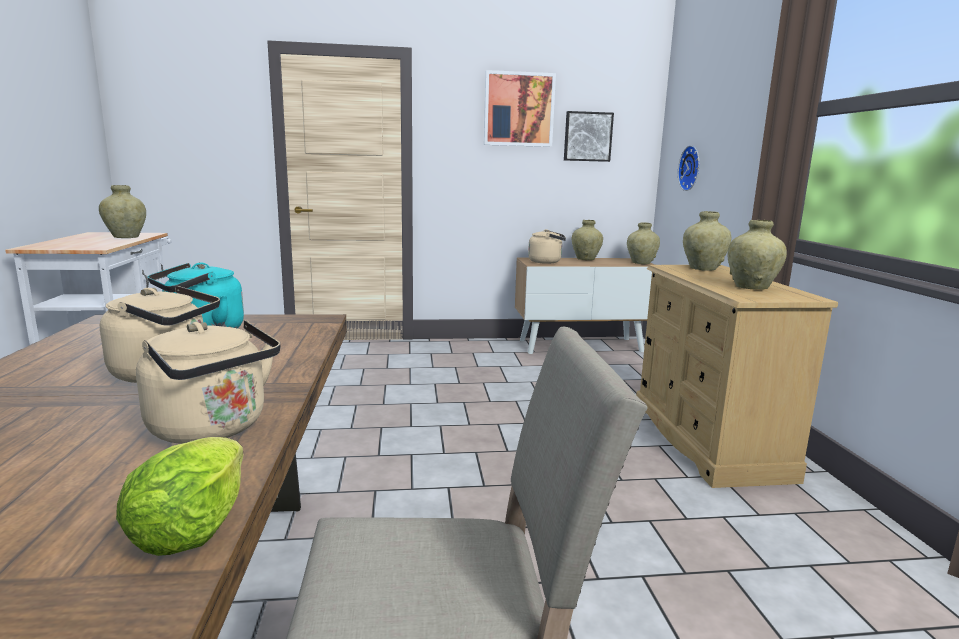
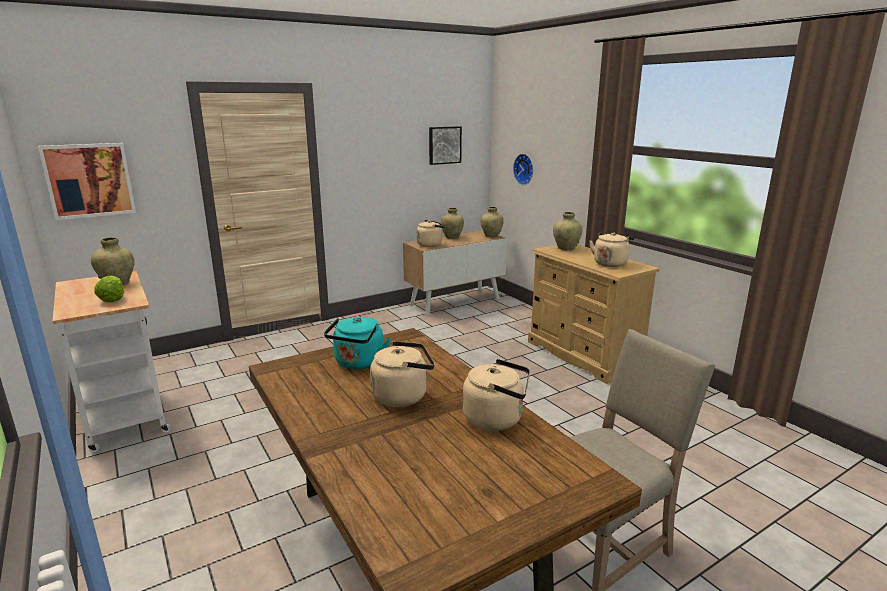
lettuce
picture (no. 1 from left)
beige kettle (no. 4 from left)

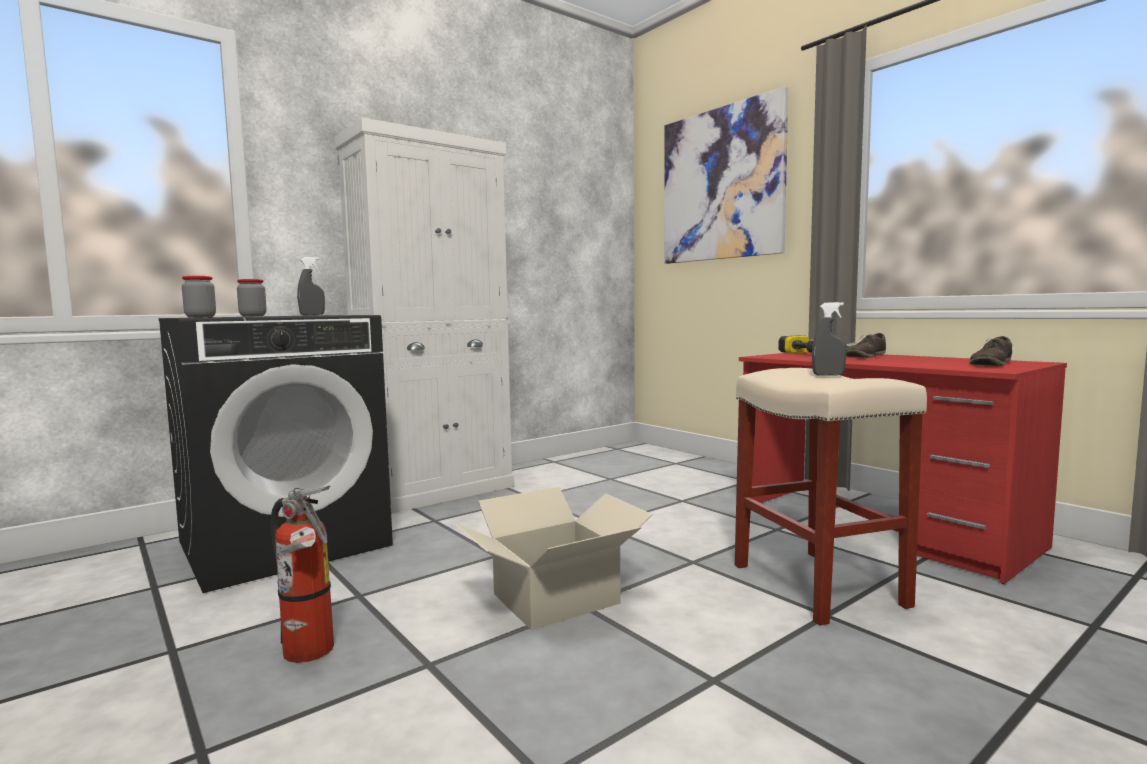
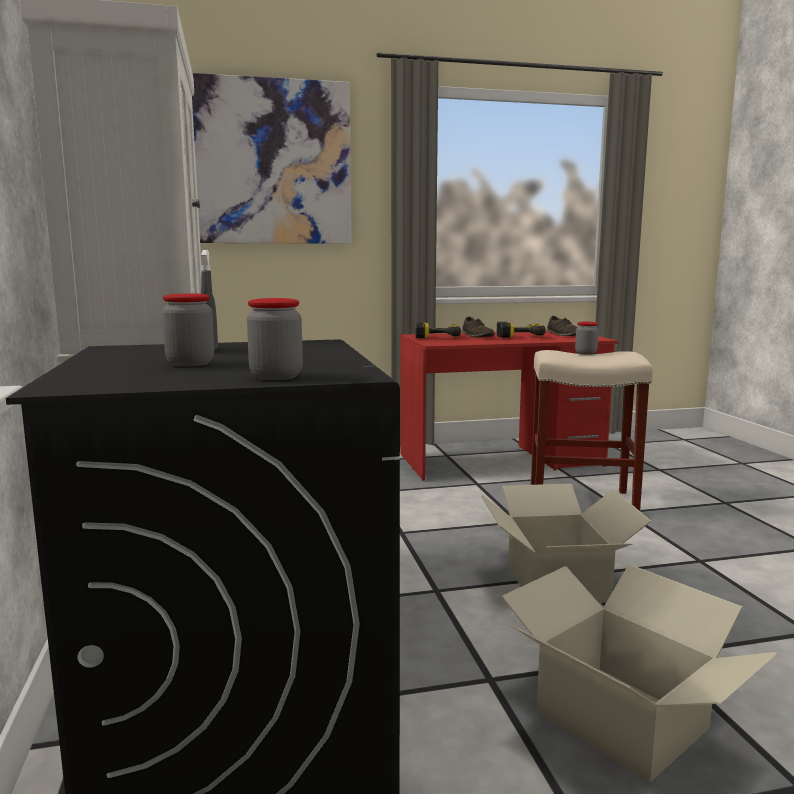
cardboard box (no. 2 from left)
jar (no. 3 from left)
power drill (no. 2 from left)

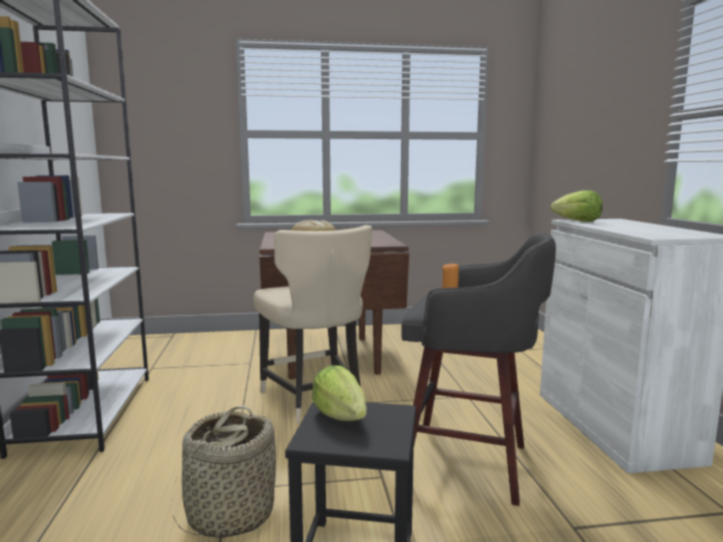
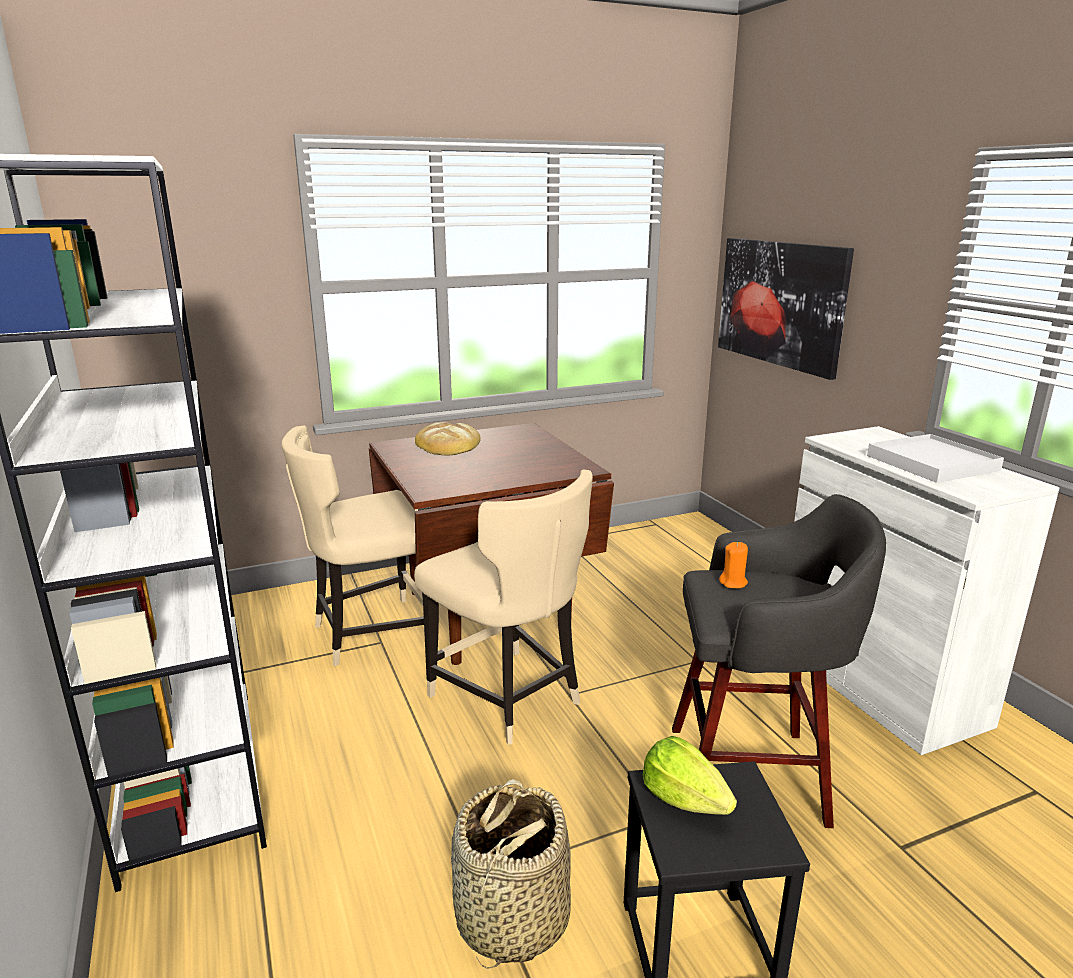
lettuce (no. 2 from left in the first image)
beige chair (no. 1 from left)
picture
white tray

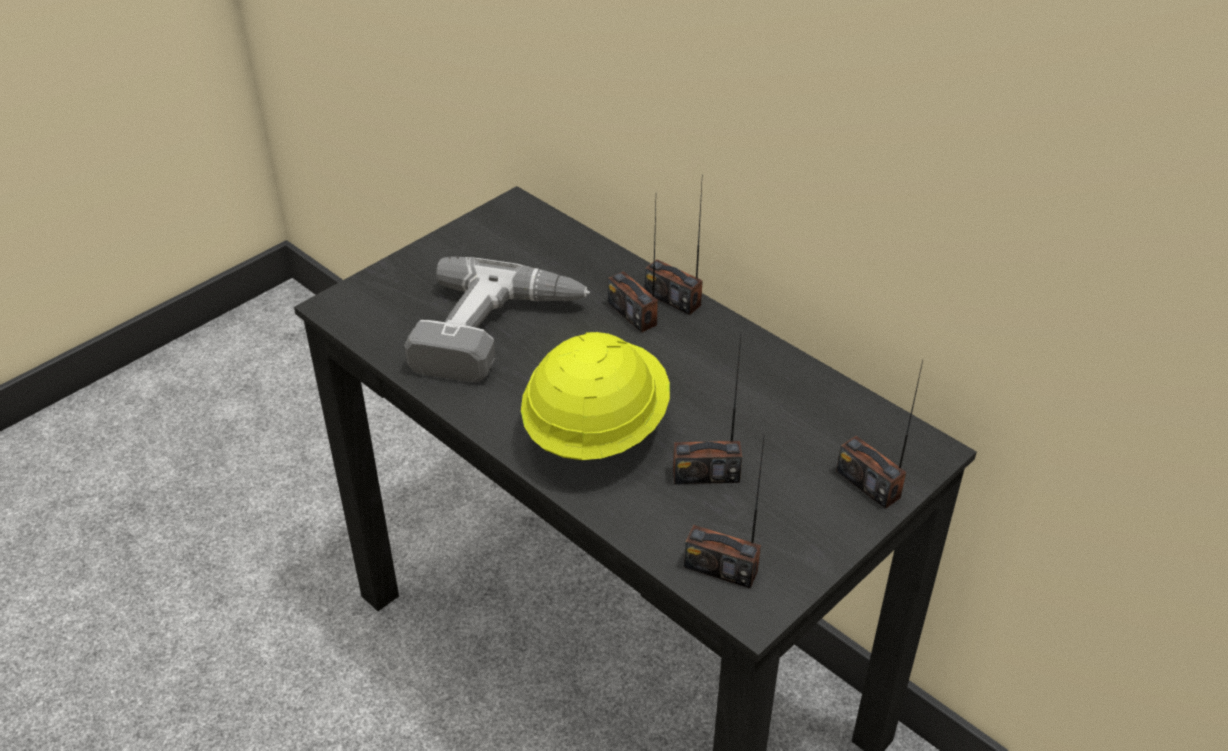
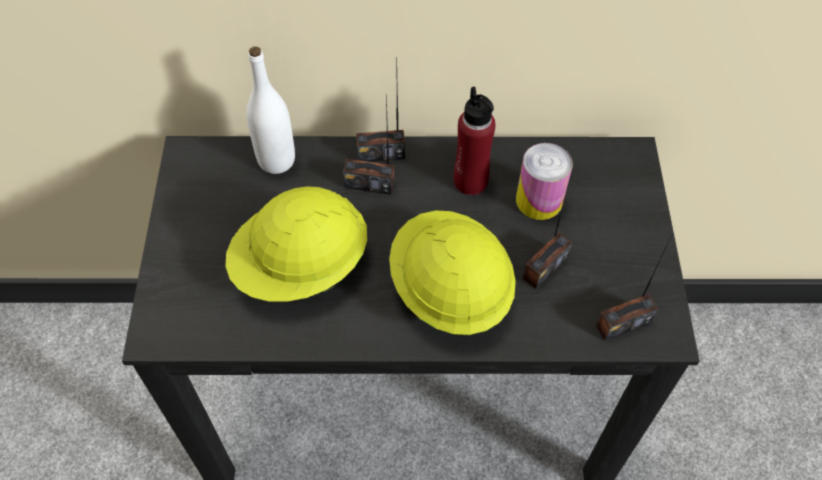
yellow hard hat (no. 1 from left)
radio (no. 5 from left in the first image)
white bottle
red bottle
can

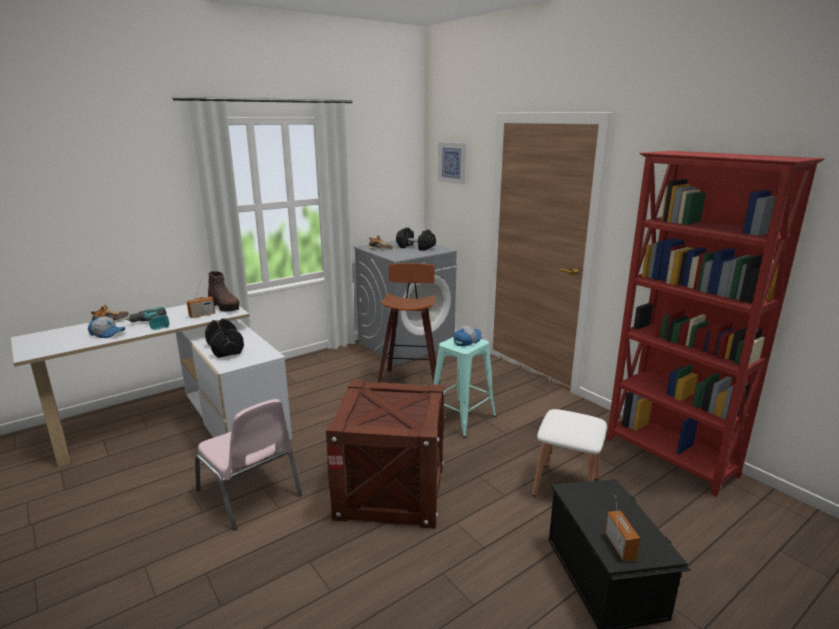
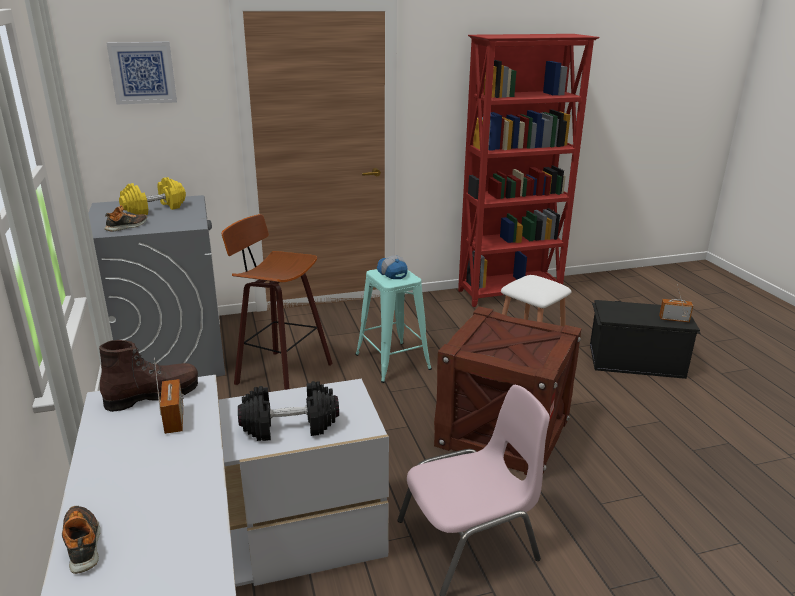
cap (no. 1 from left in the first image)
power drill
yellow dumbbell

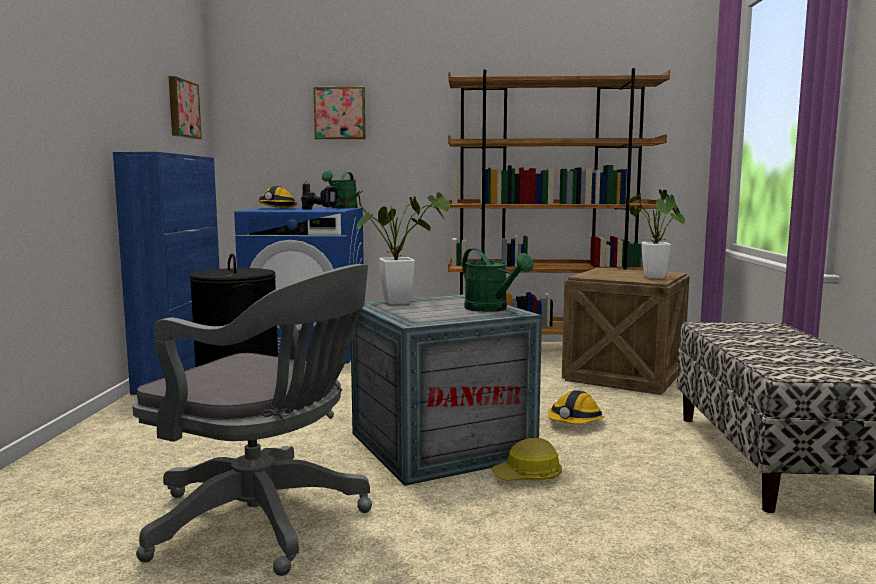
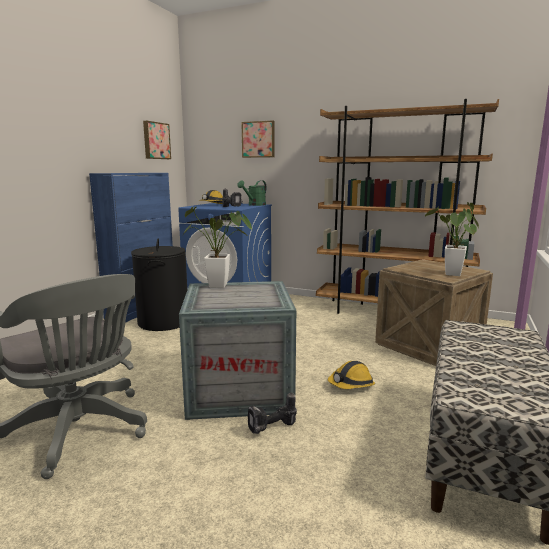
green watering can (no. 2 from left in the first image)
power drill (no. 2 from left)

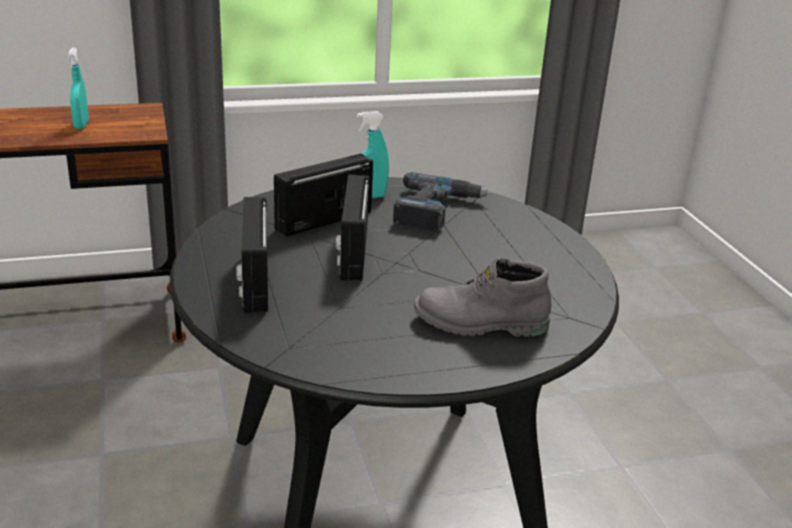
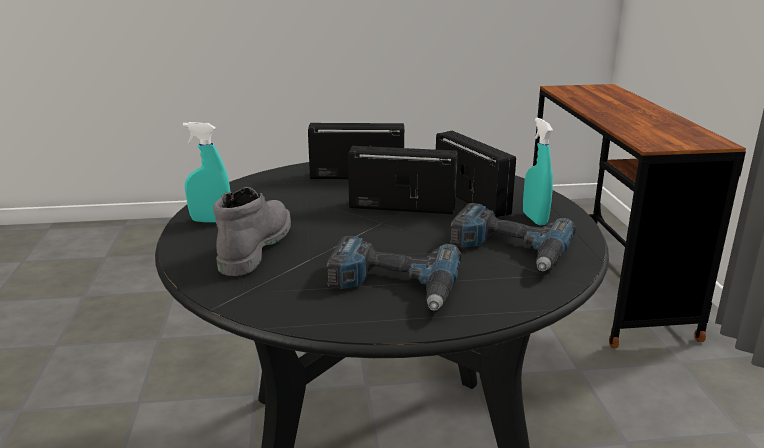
turquoise spray bottle (no. 1 from left)
power drill (no. 1 from left)

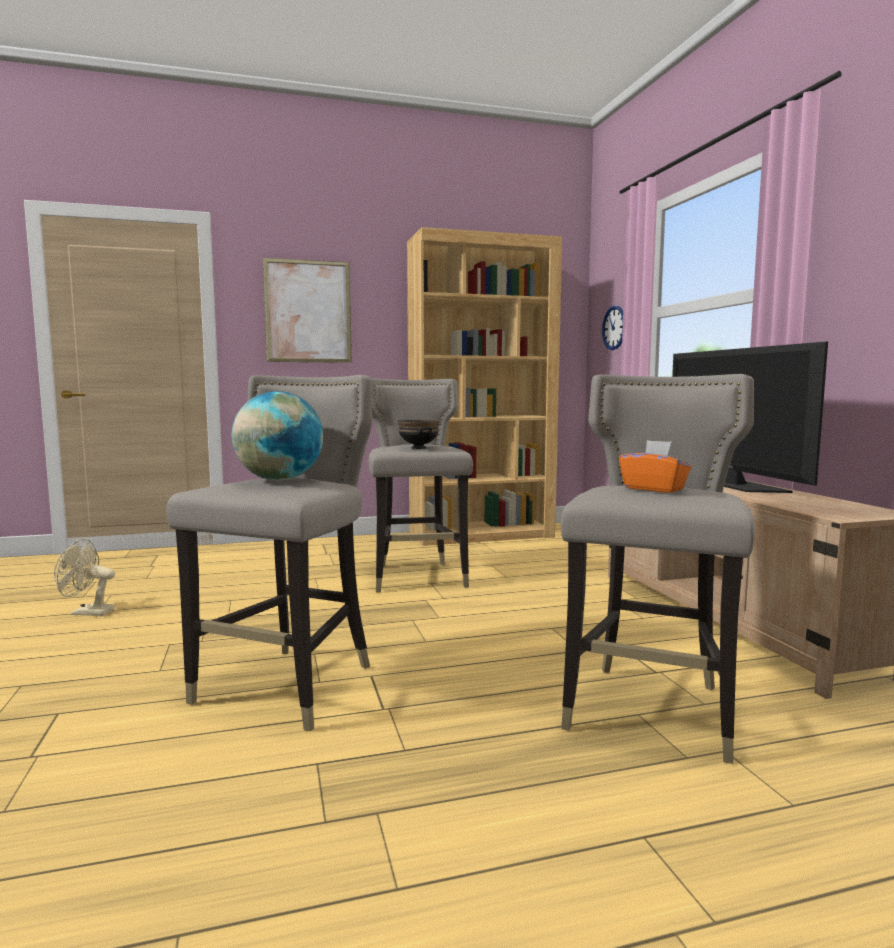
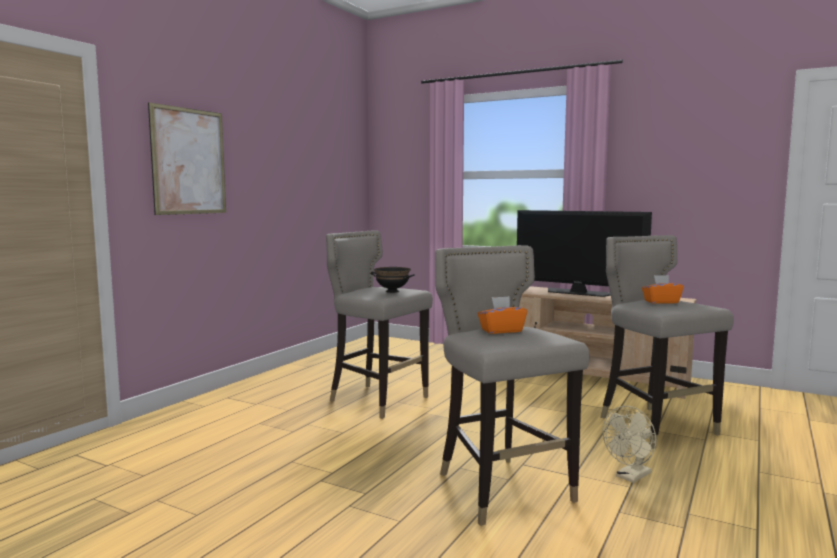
beige fan
orange tissue box (no. 1 from left)
brown bookcase
wall clock

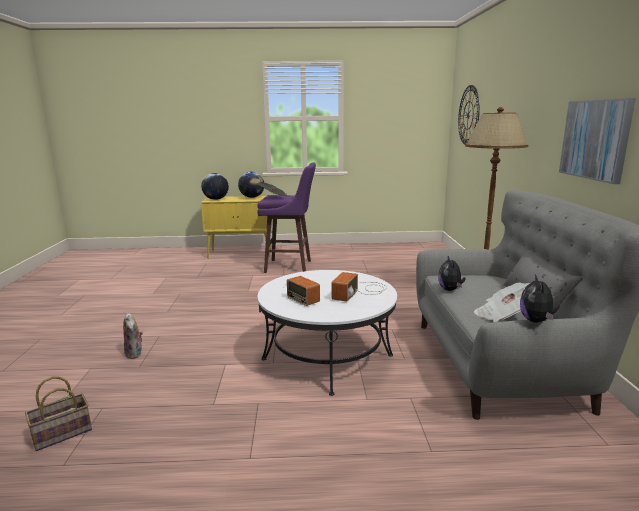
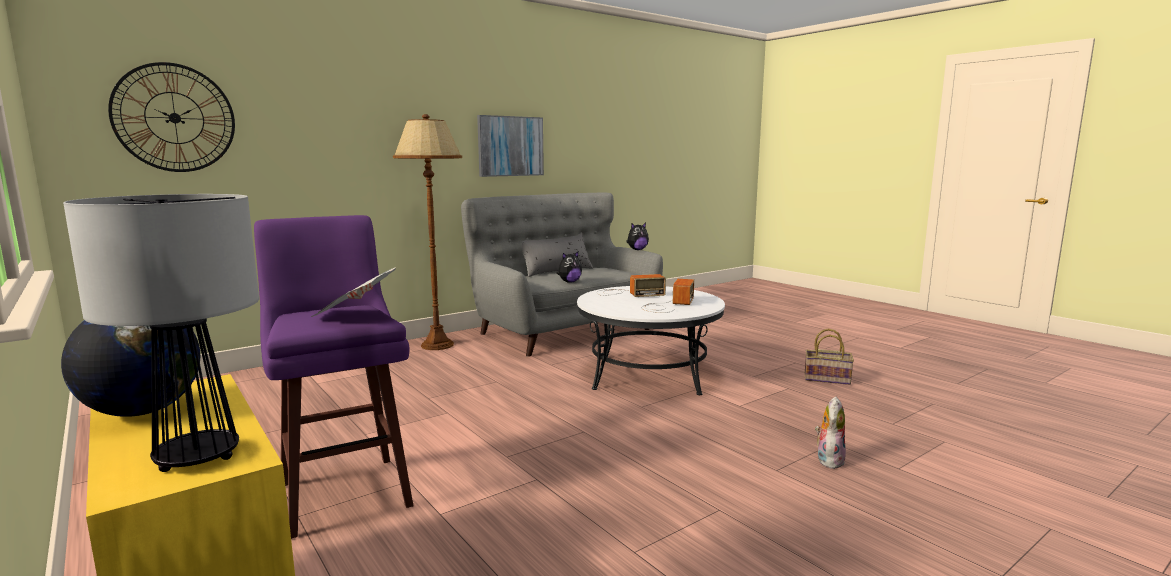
basket
table lamp
newspaper (no. 2 from left in the first image)

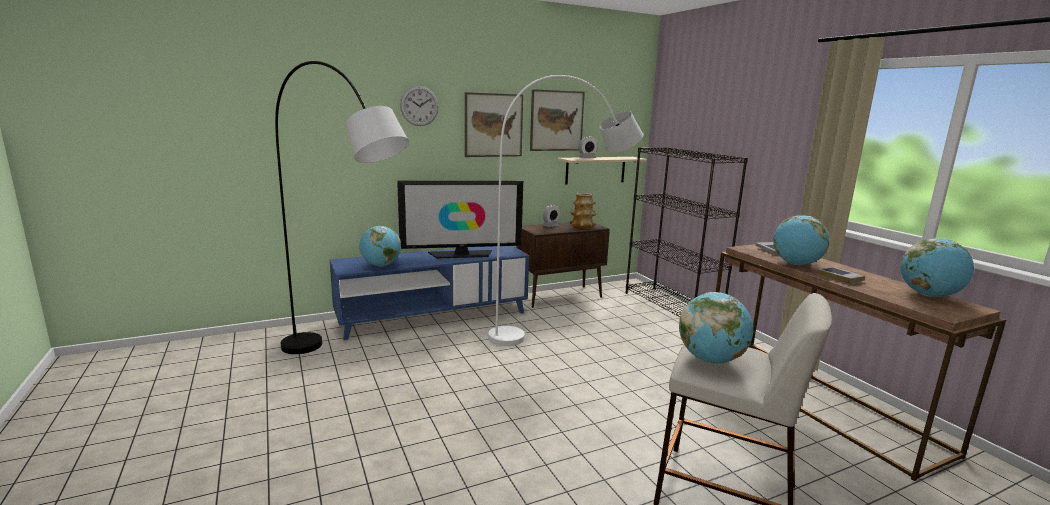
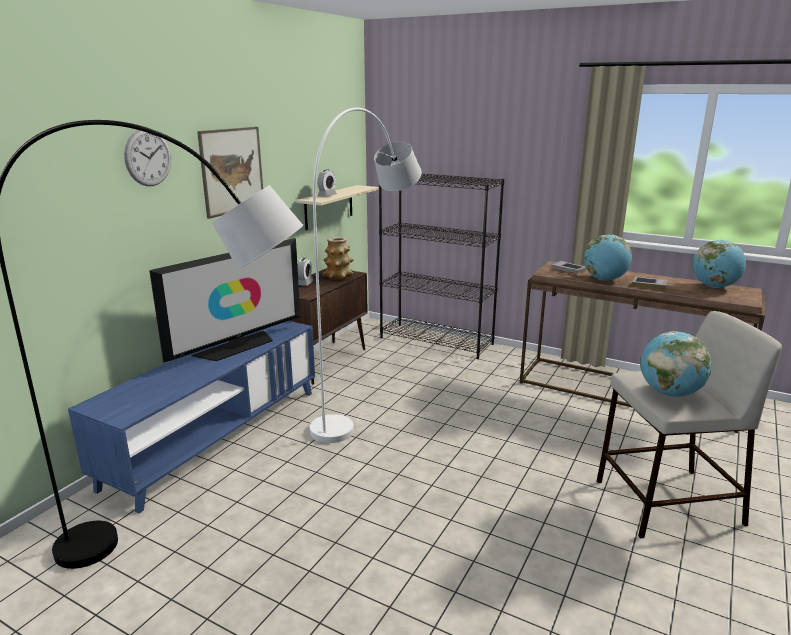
globe (no. 1 from left in the first image)
picture (no. 2 from left in the first image)

